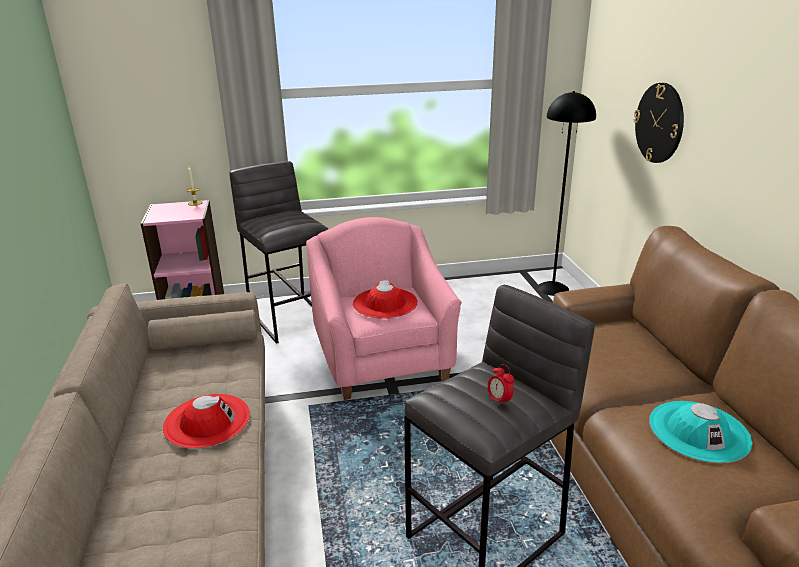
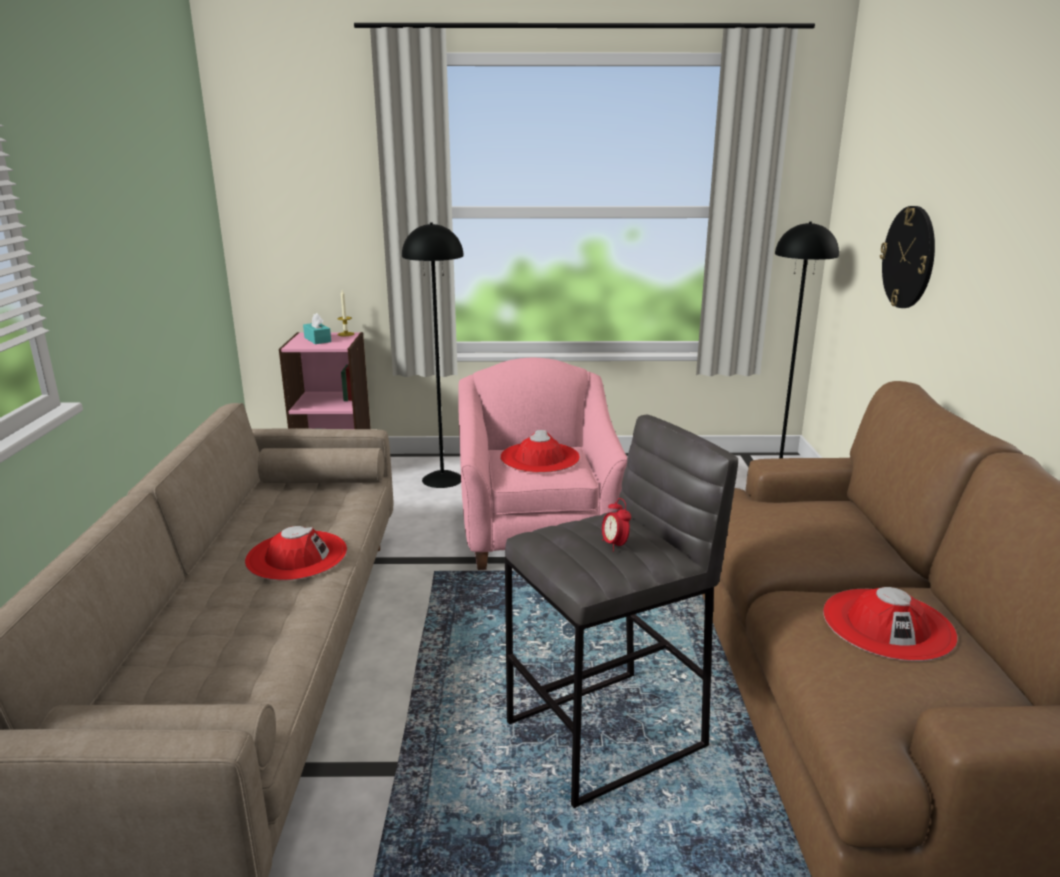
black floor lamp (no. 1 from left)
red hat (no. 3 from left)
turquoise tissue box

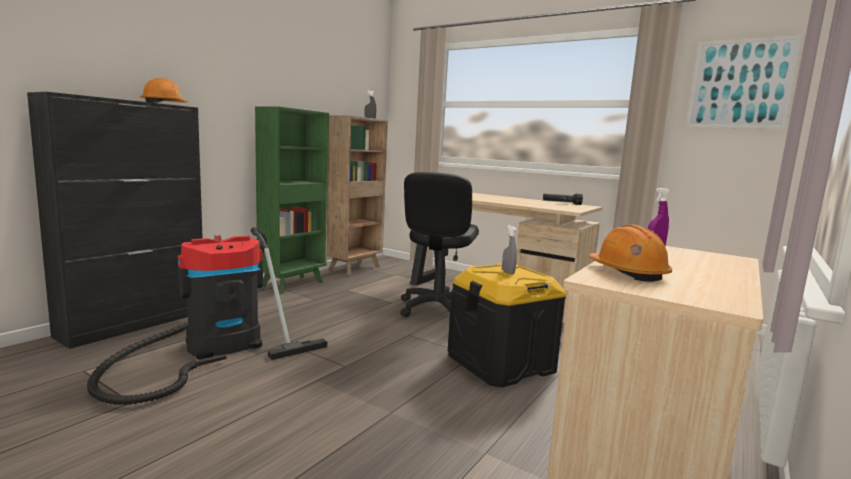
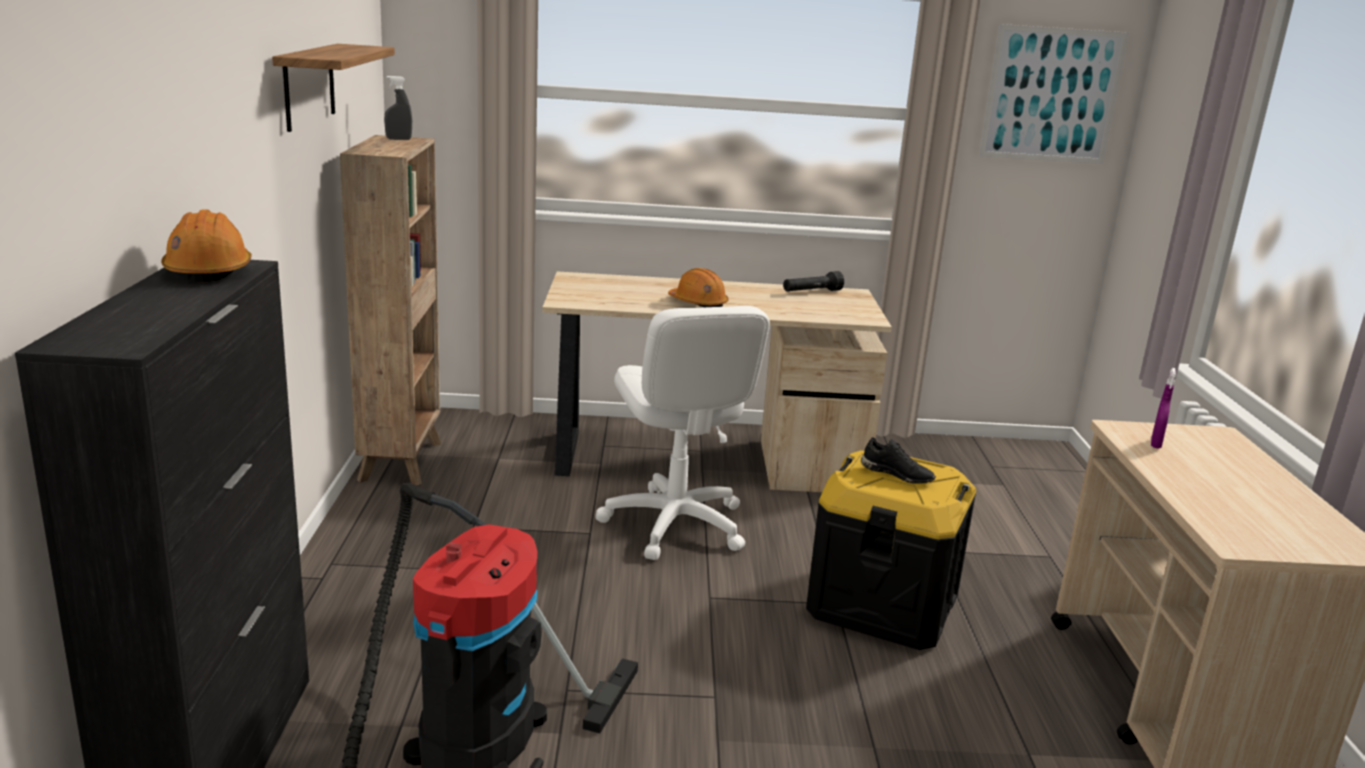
green bookcase
white office chair
black shoe
orange hard hat (no. 2 from left)
shelf

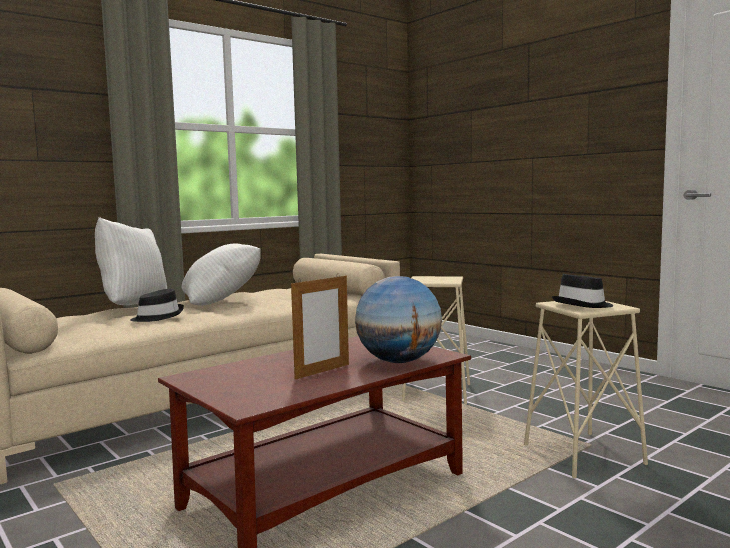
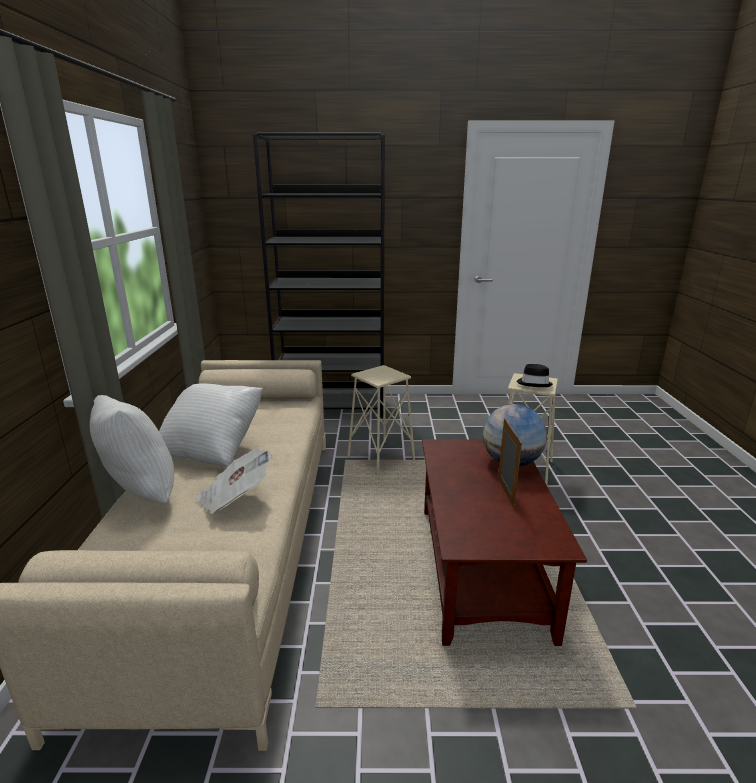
newspaper
black bookcase

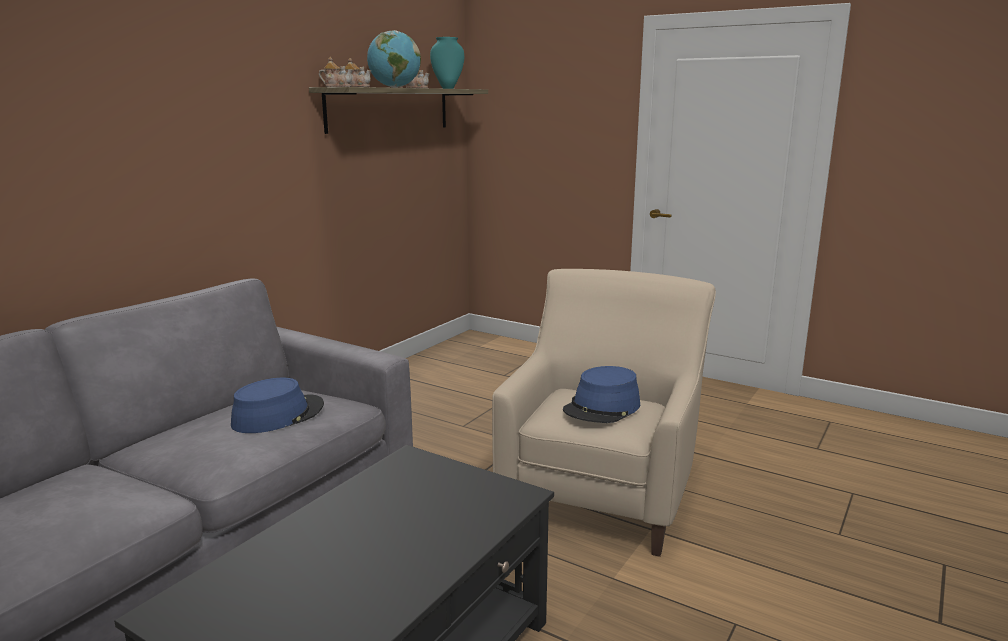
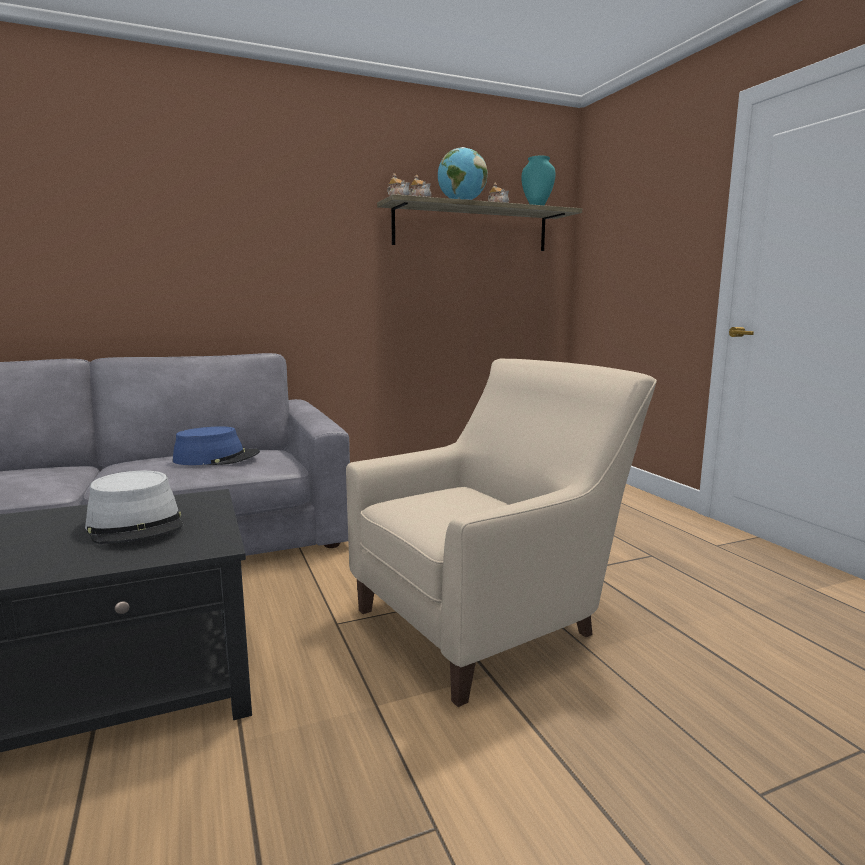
blue hat (no. 2 from left in the first image)
grey hat

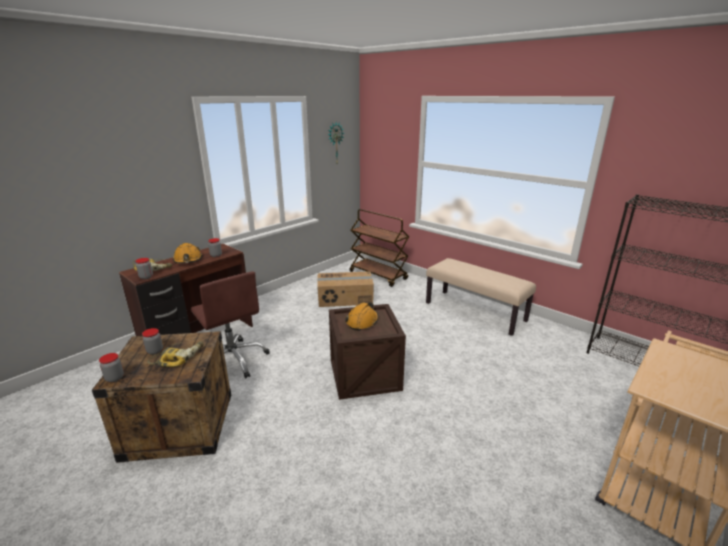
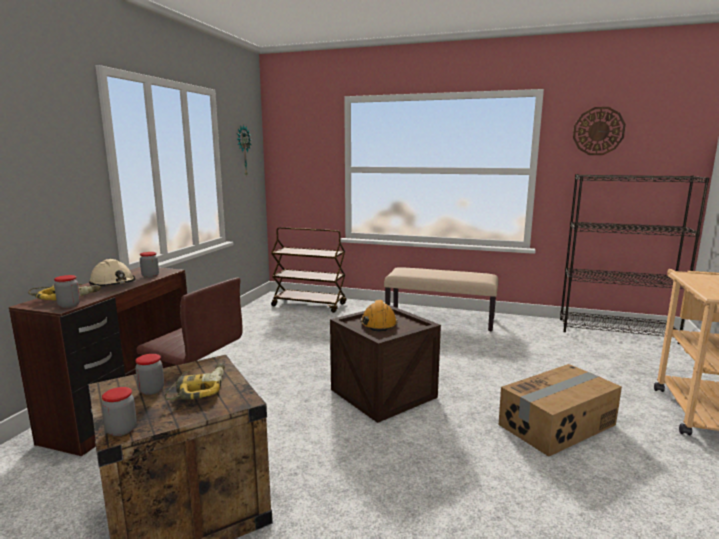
beige hard hat
cardboard box
wall clock (no. 2 from left)

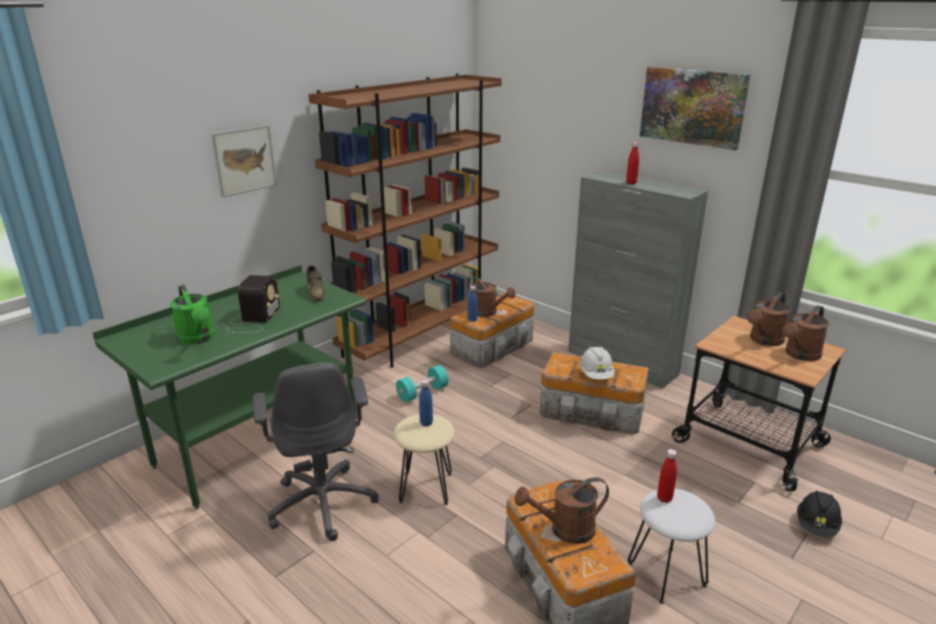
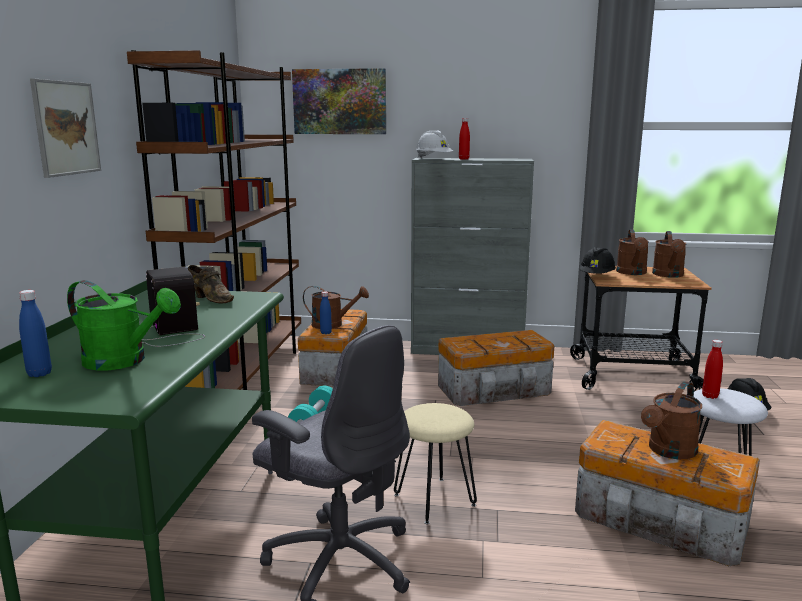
blue bottle (no. 1 from left)
white hard hat
picture (no. 2 from left)
black hard hat (no. 1 from left)

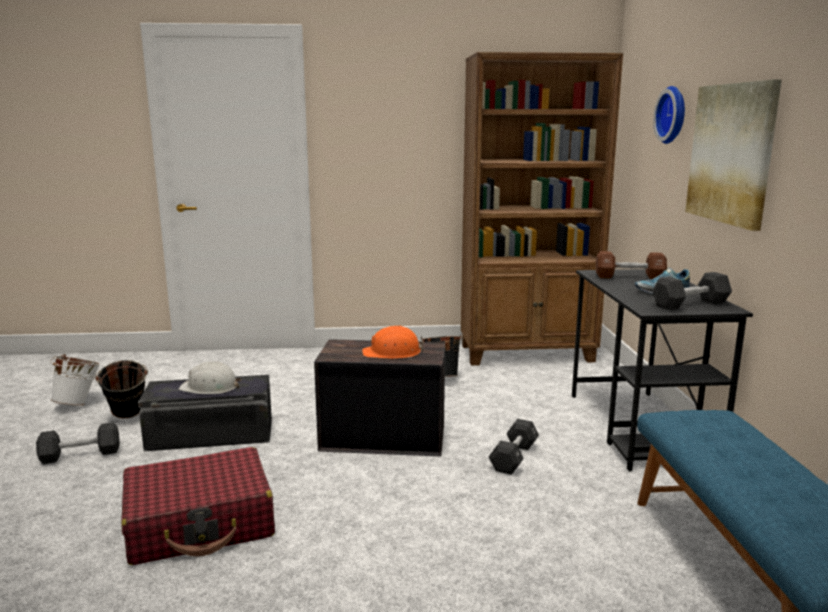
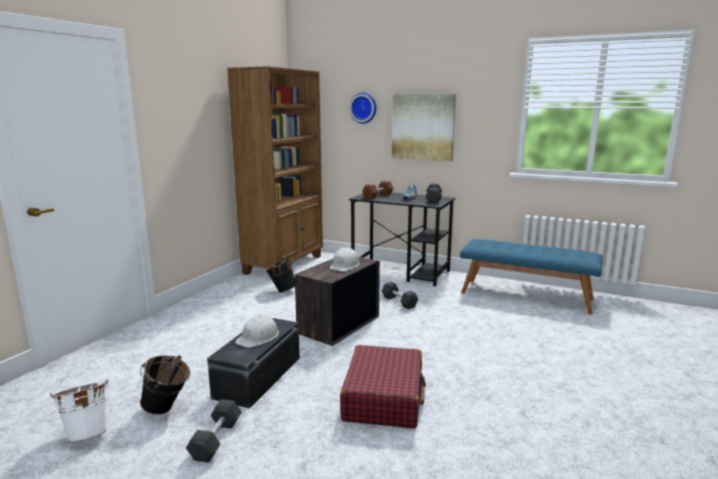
white hard hat (no. 2 from left)

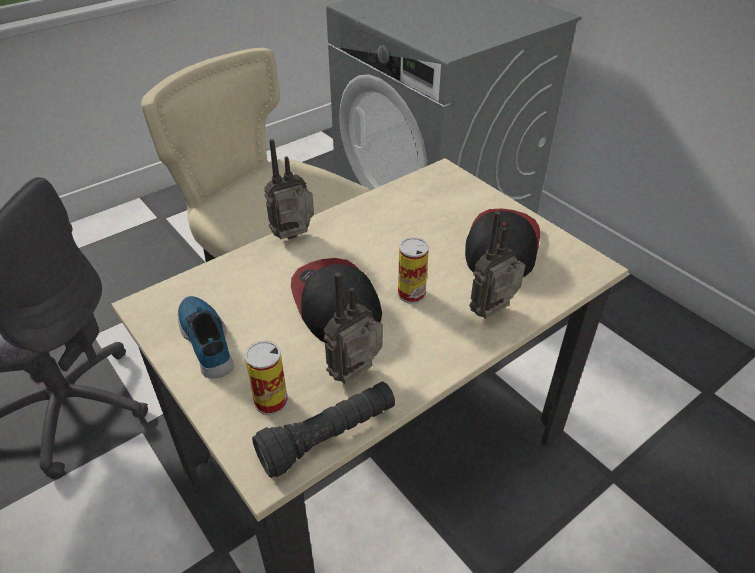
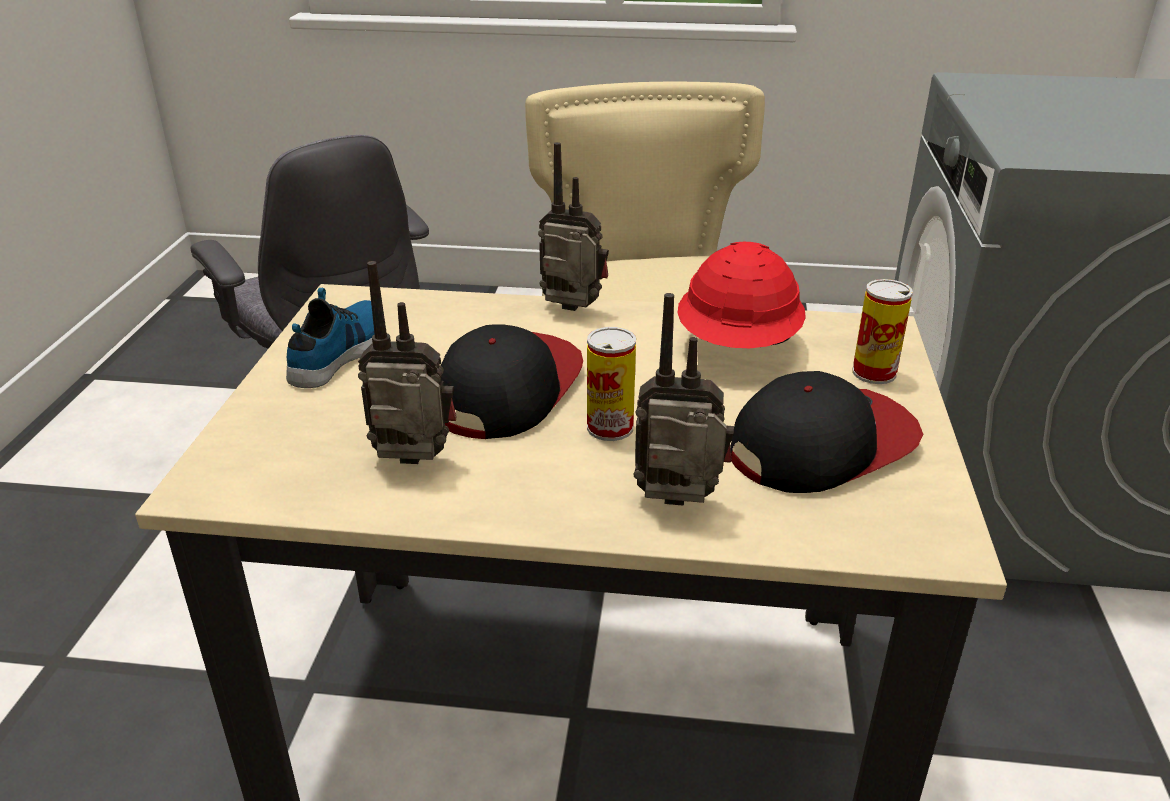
can (no. 2 from left)
black flashlight
red hard hat

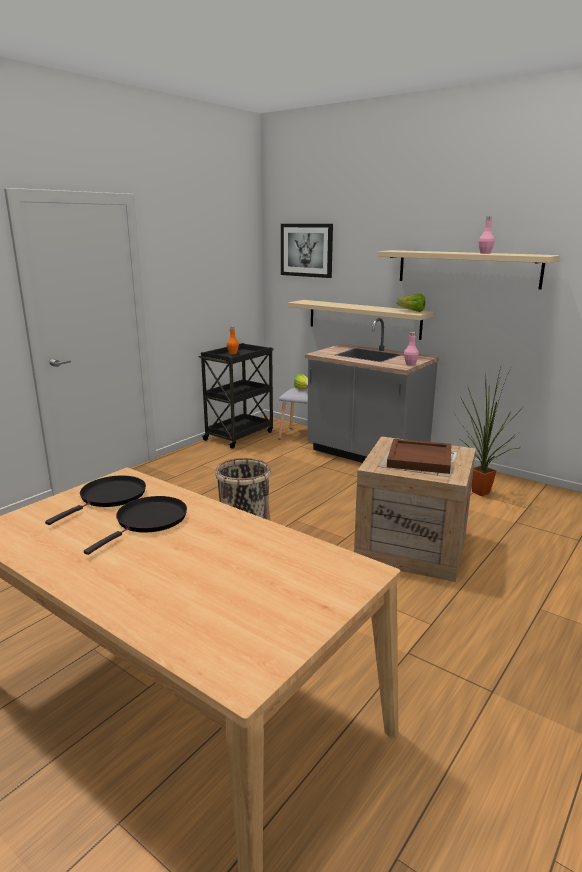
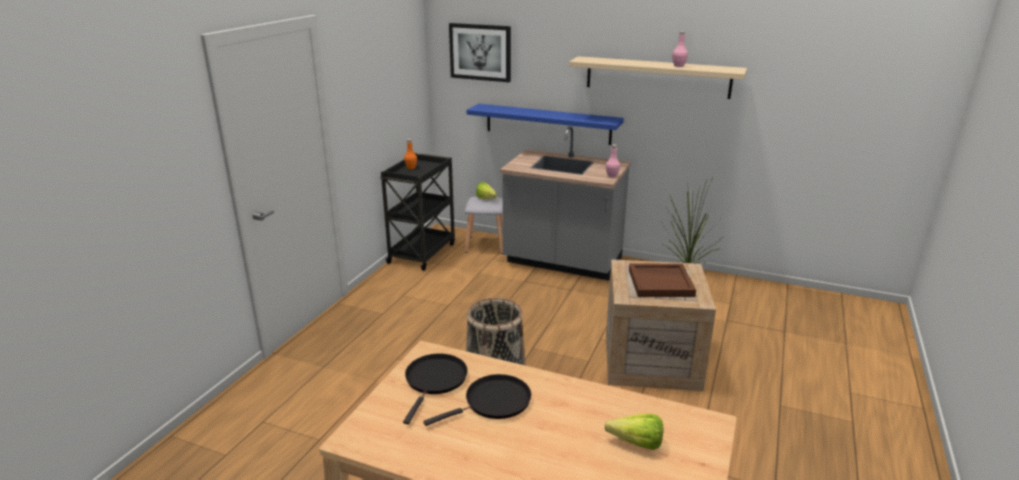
black frying pan (no. 2 from left)
blue shelf
lettuce (no. 2 from left)

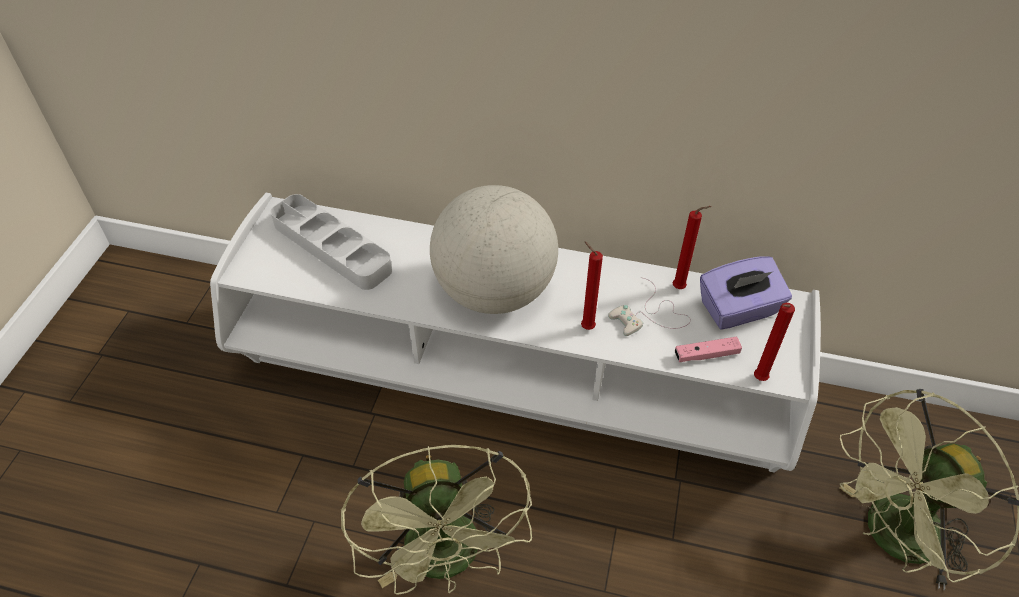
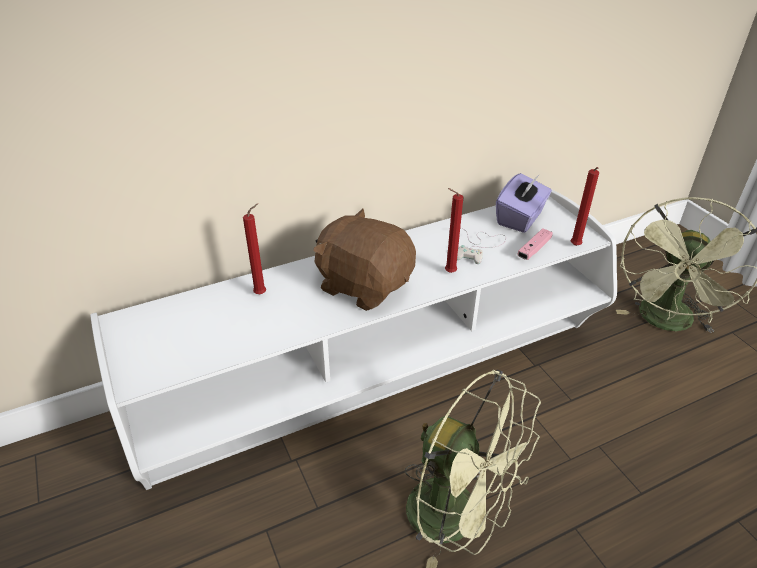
grey tray
brown plush toy
red candle (no. 1 from left)

